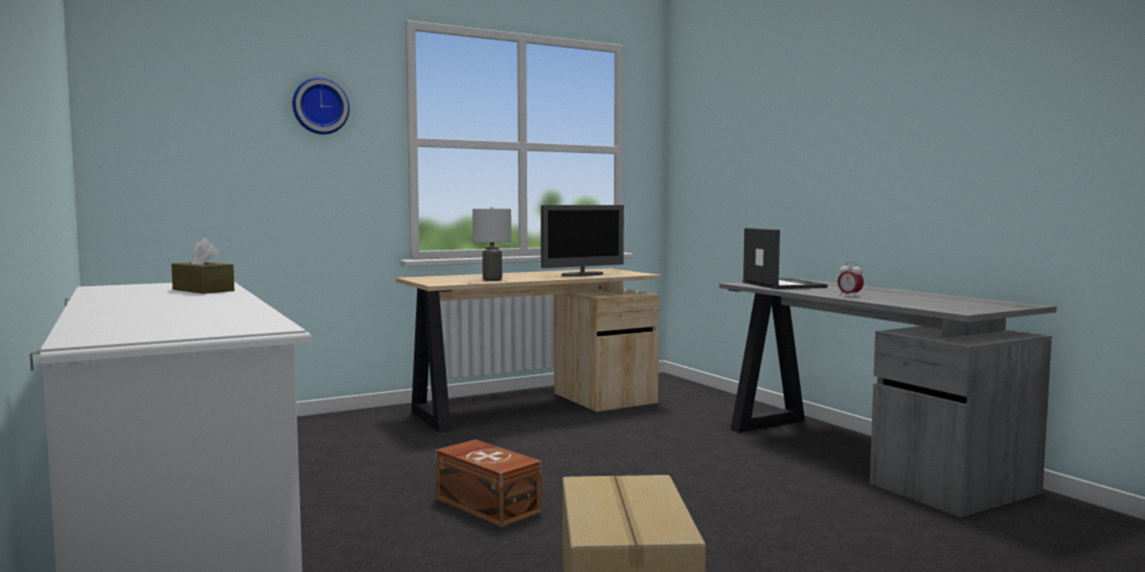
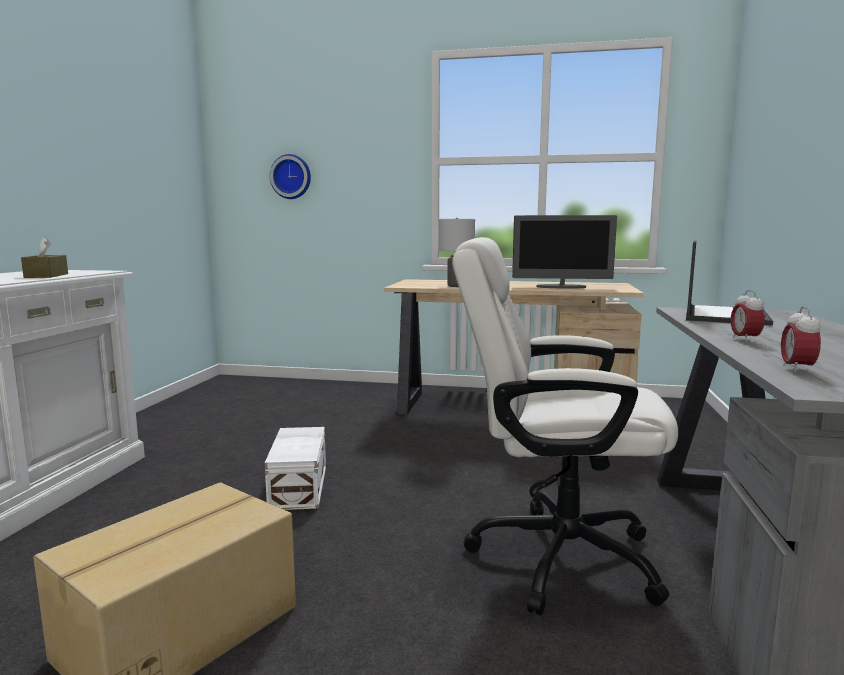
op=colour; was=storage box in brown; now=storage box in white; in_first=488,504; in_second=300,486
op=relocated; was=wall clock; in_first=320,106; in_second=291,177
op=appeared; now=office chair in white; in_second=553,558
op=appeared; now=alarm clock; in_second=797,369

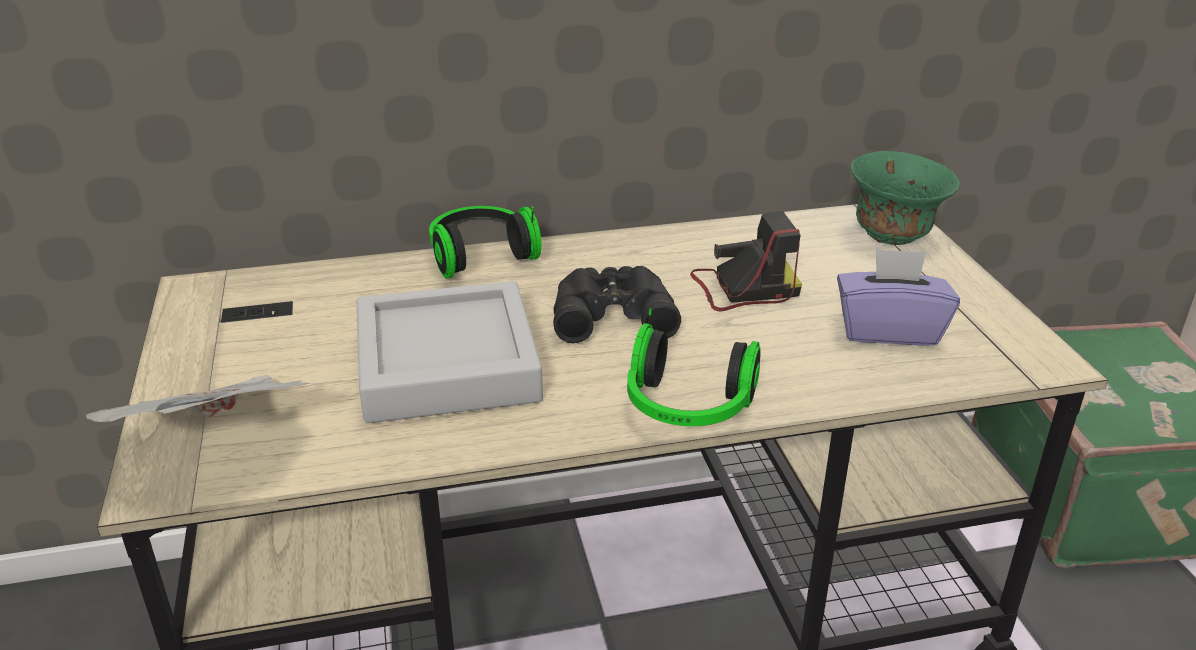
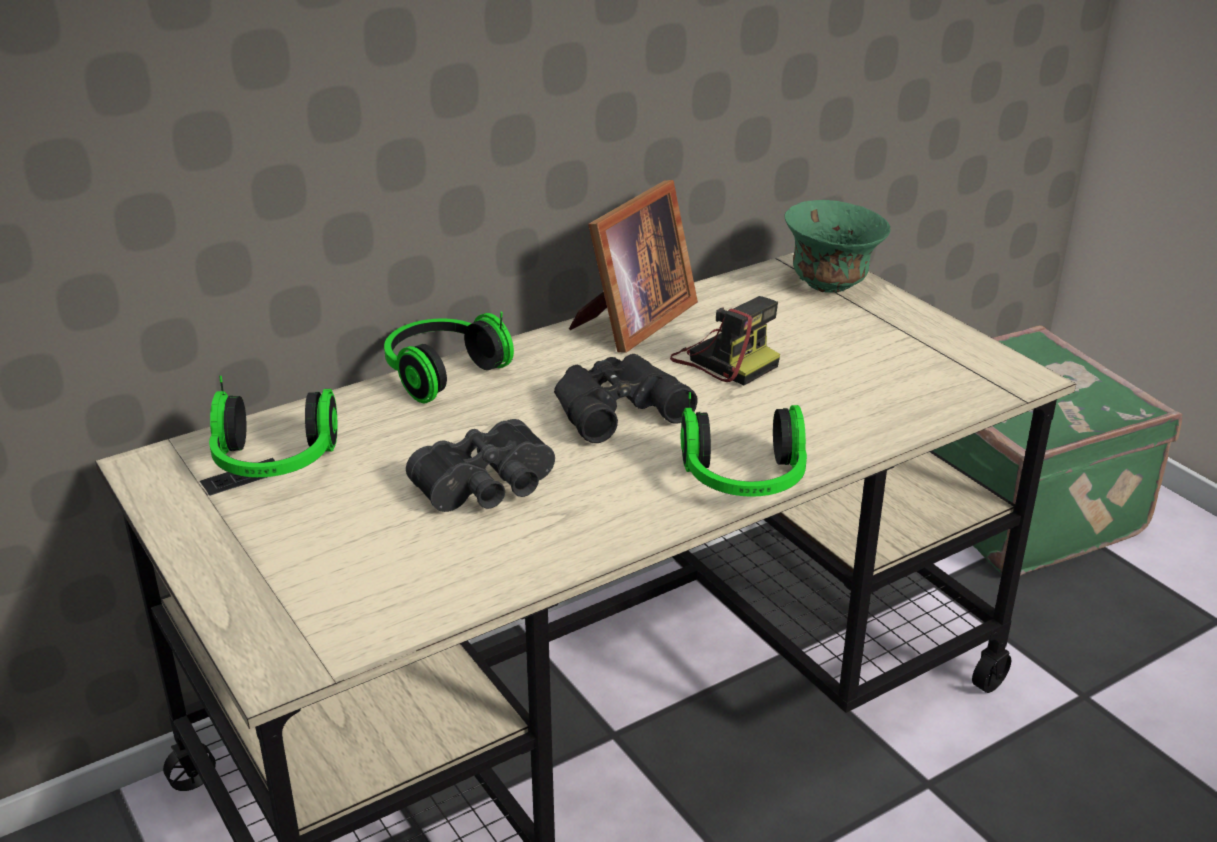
op=appeared; now=headphones; in_second=274,463
op=exchanged; was=tray in grey; now=binoculars in black; in_first=447,364; in_second=488,488
op=appeared; now=picture frame; in_second=632,322
op=spun; was=photo camera; in_first=743,288; in_second=724,359; clockwise=75
op=missing; was=newspaper; in_first=221,441
op=missing; was=tissue box in purple; in_first=888,330

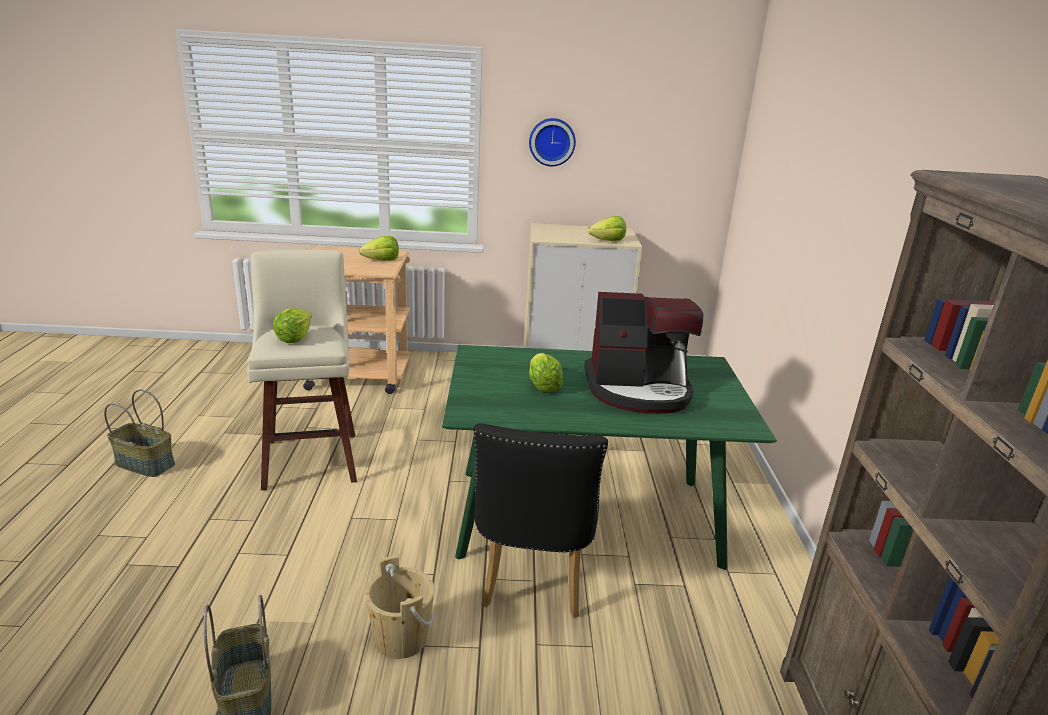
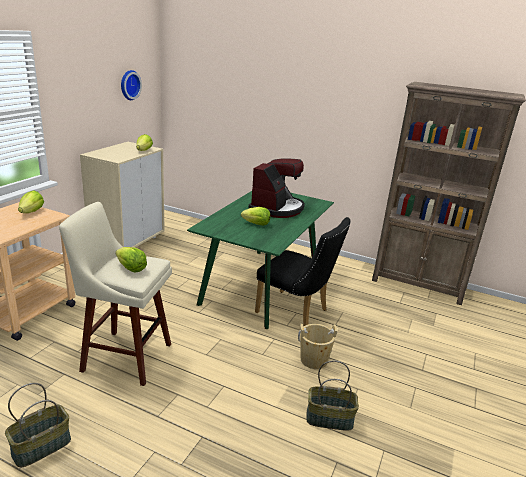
op=relocated; was=wall clock; in_first=552,141; in_second=129,85

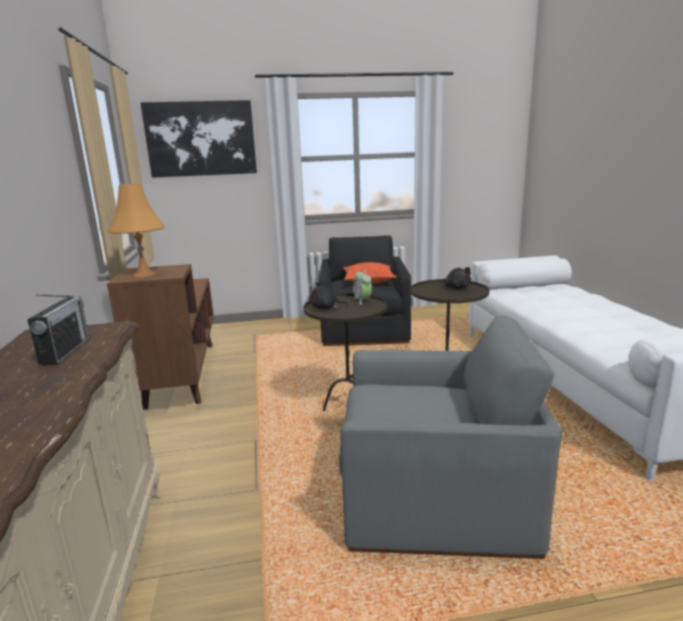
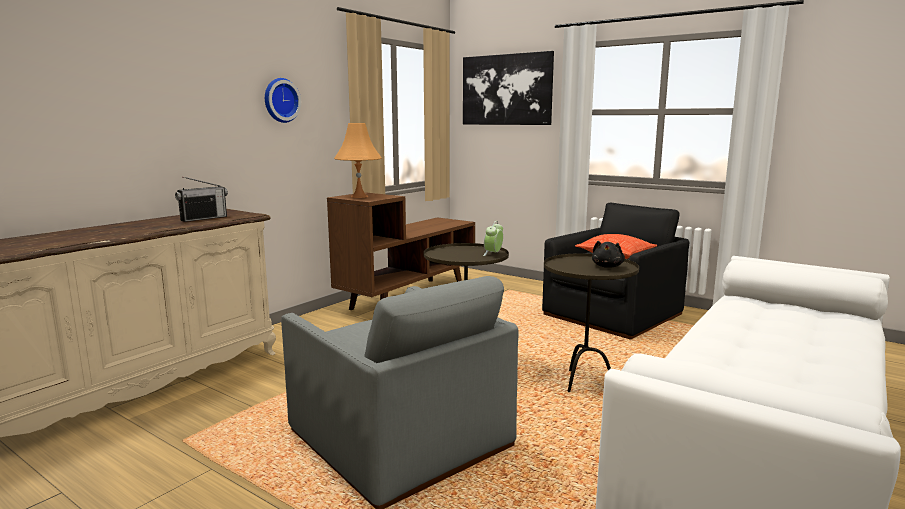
op=appeared; now=wall clock; in_second=280,100
op=missing; was=plush toy in black; in_first=325,308

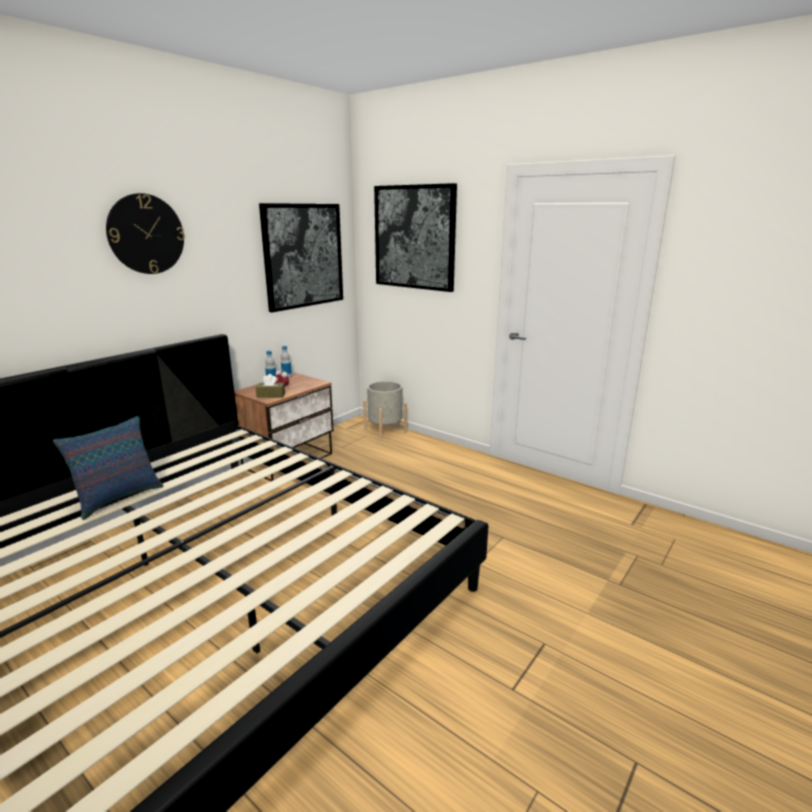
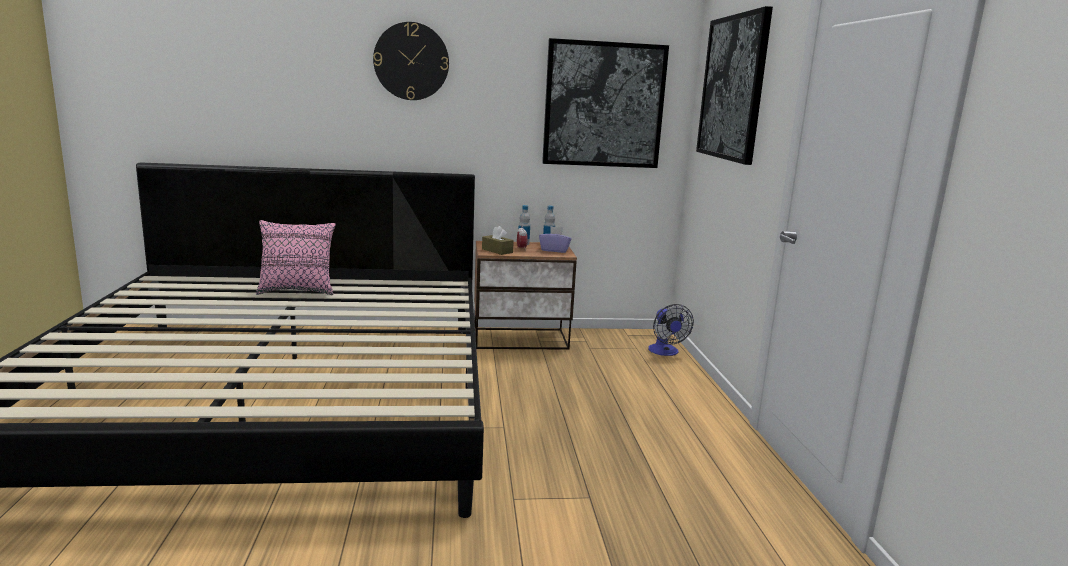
op=colour; was=pillow in blue; now=pillow in pink; in_first=119,498; in_second=297,292
op=appeared; now=tissue box in purple; in_second=554,250
op=exchanged; was=planter in grey; now=fan; in_first=385,431; in_second=665,352

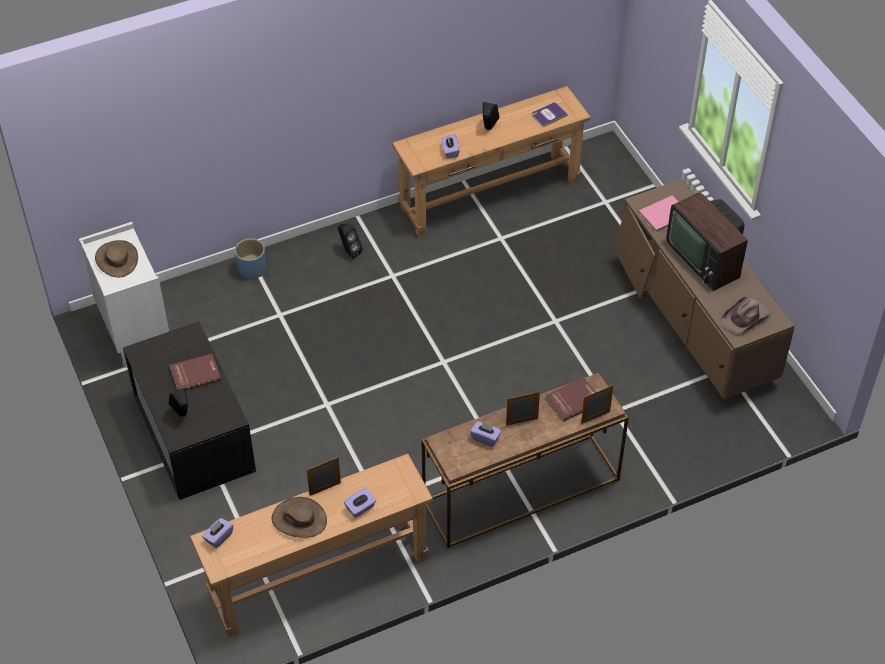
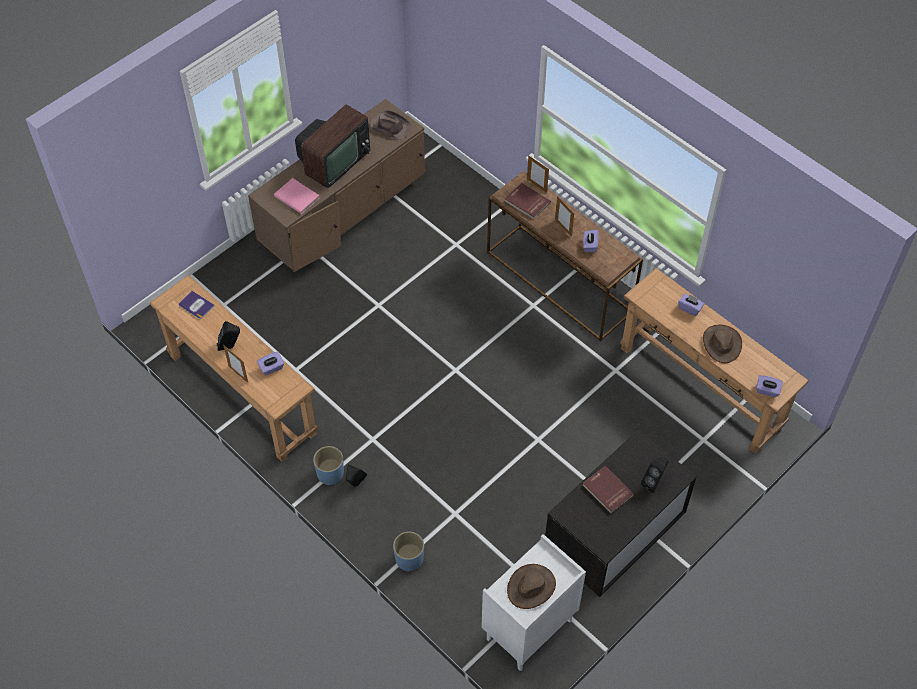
op=relocated; was=picture frame; in_first=325,489; in_second=238,374
op=appeared; now=planter in blue; in_second=330,473

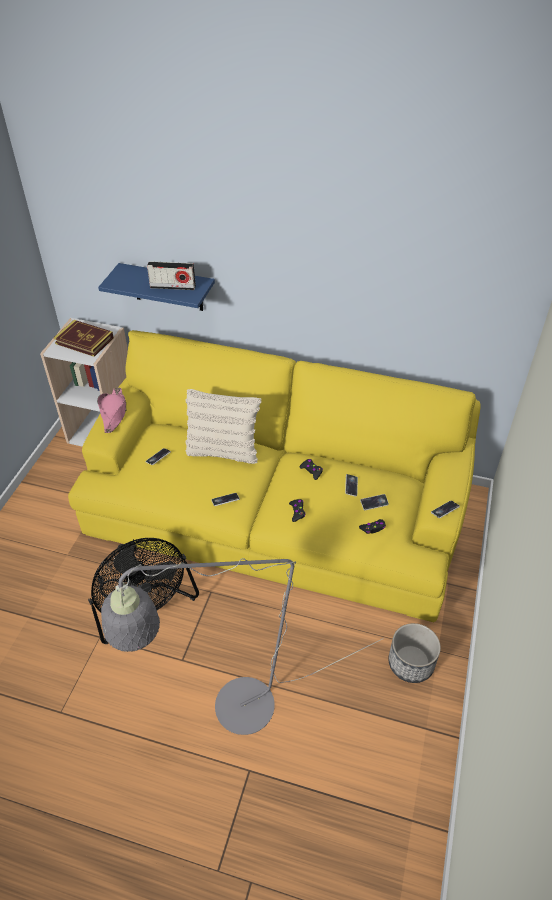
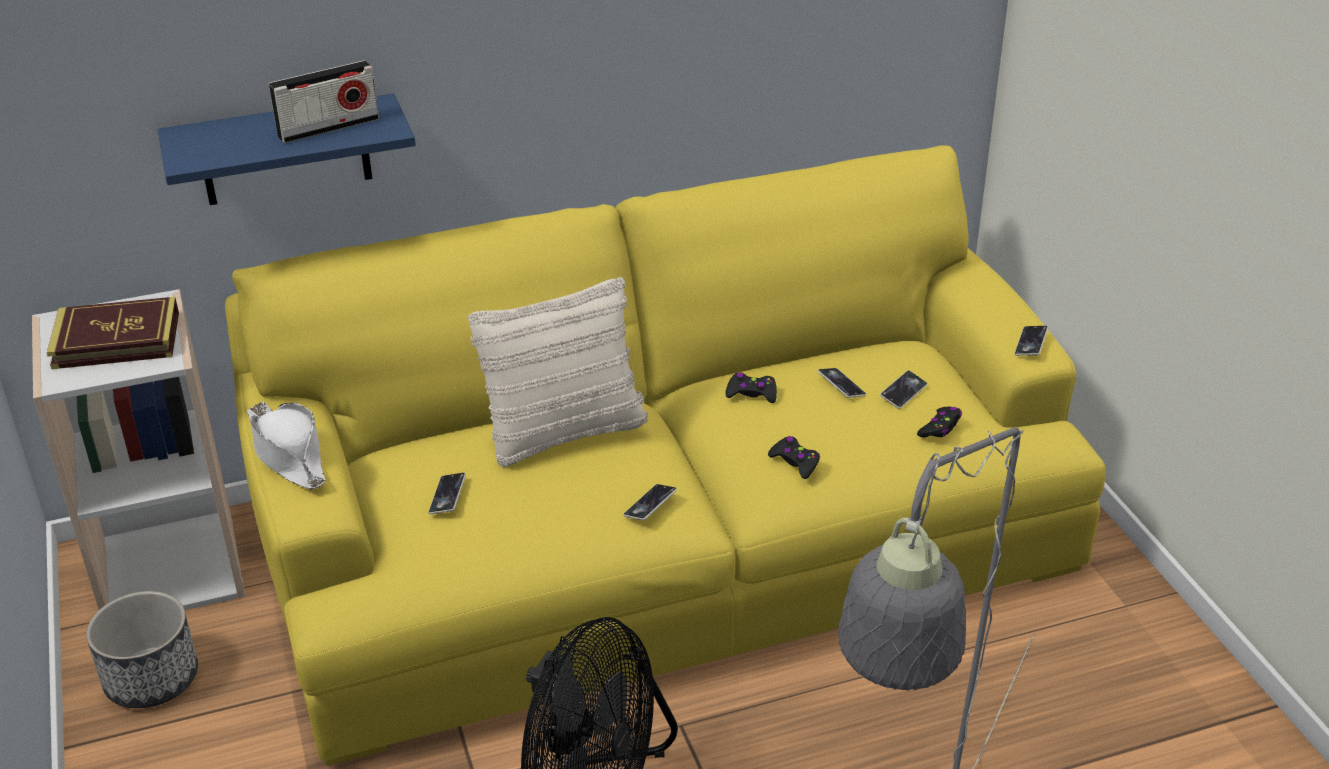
op=relocated; was=planter; in_first=411,663; in_second=152,678
op=colour; was=hat in pink; now=hat in white; in_first=114,413; in_second=288,454

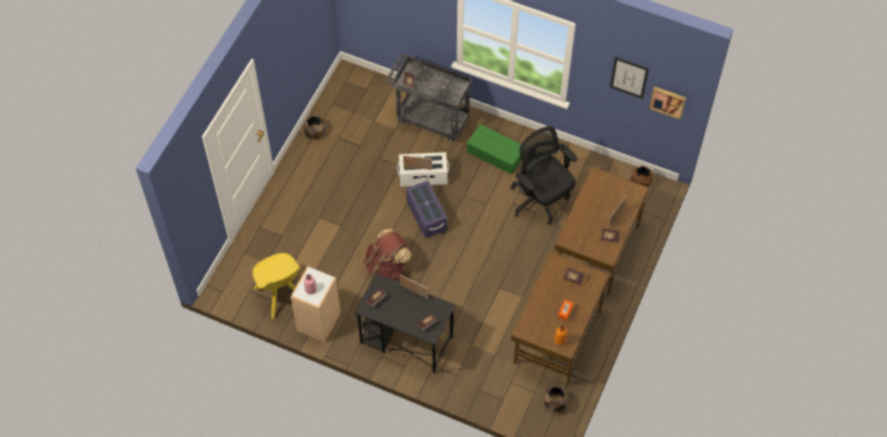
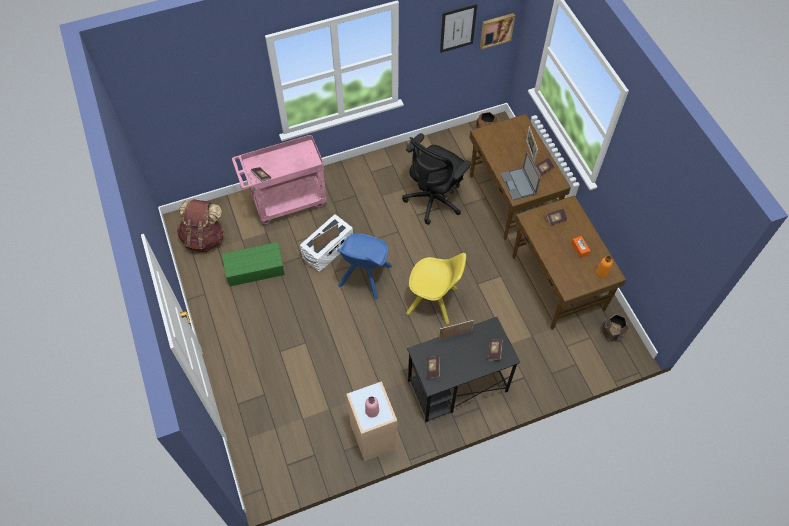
op=relocated; was=backpack in brown; in_first=387,267; in_second=204,238
op=relocated; was=storage box in green; in_first=496,153; in_second=255,268
op=colour; was=cart in grey; now=cart in pink; in_first=429,121; in_second=287,205
op=exchanged; was=storage box in purple; now=chair in blue; in_first=426,216; in_second=364,277
op=spun; was=office chair in black; in_first=542,201; in_second=435,196; clockwise=-60
op=relocated; was=chair in yellow; in_first=281,295; in_second=433,301
op=appeared; now=laptop; in_second=518,184
op=missing; was=planter in brown; in_first=315,133

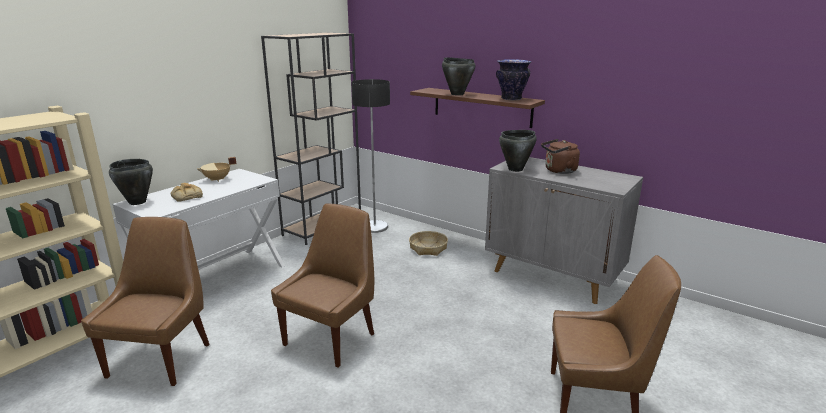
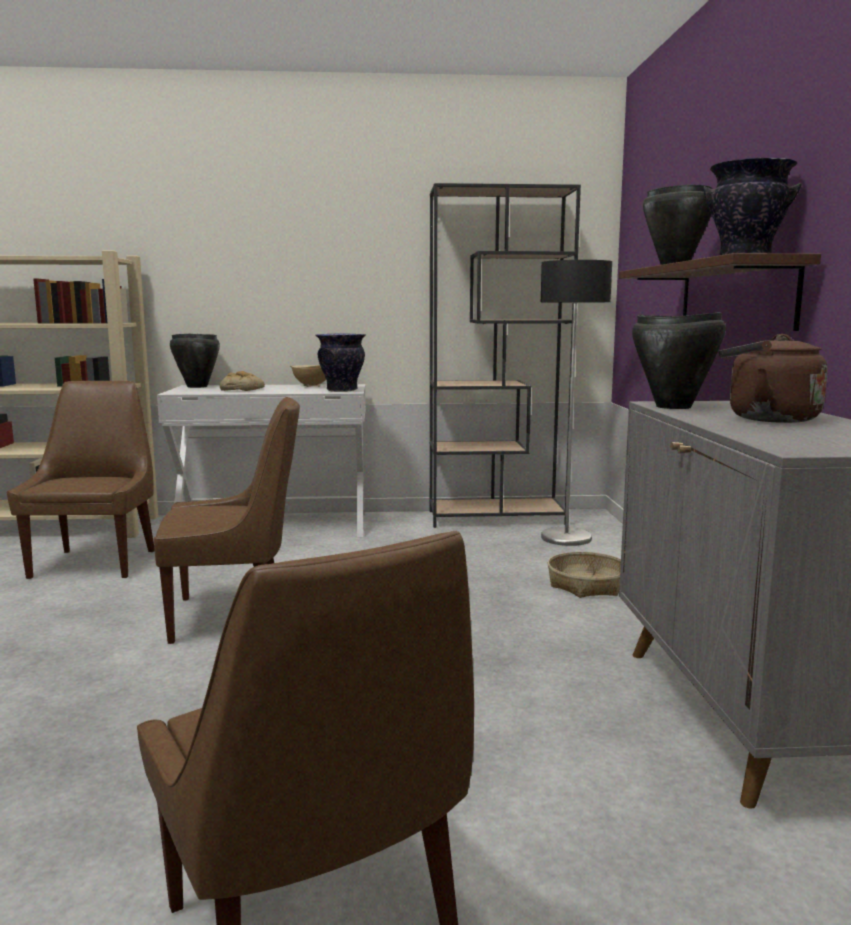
op=spun; was=chair in brown; in_first=162,358; in_second=96,562; clockwise=-60
op=appeared; now=vase; in_second=341,390

